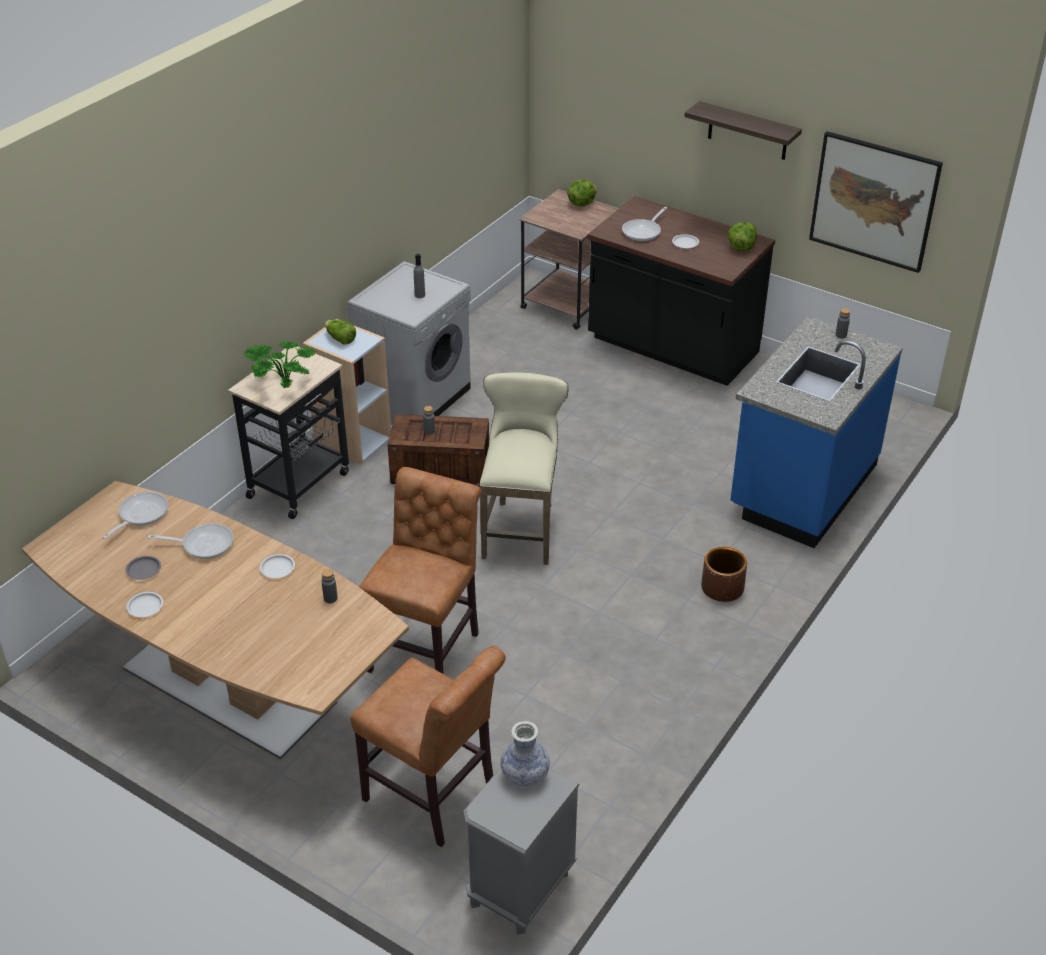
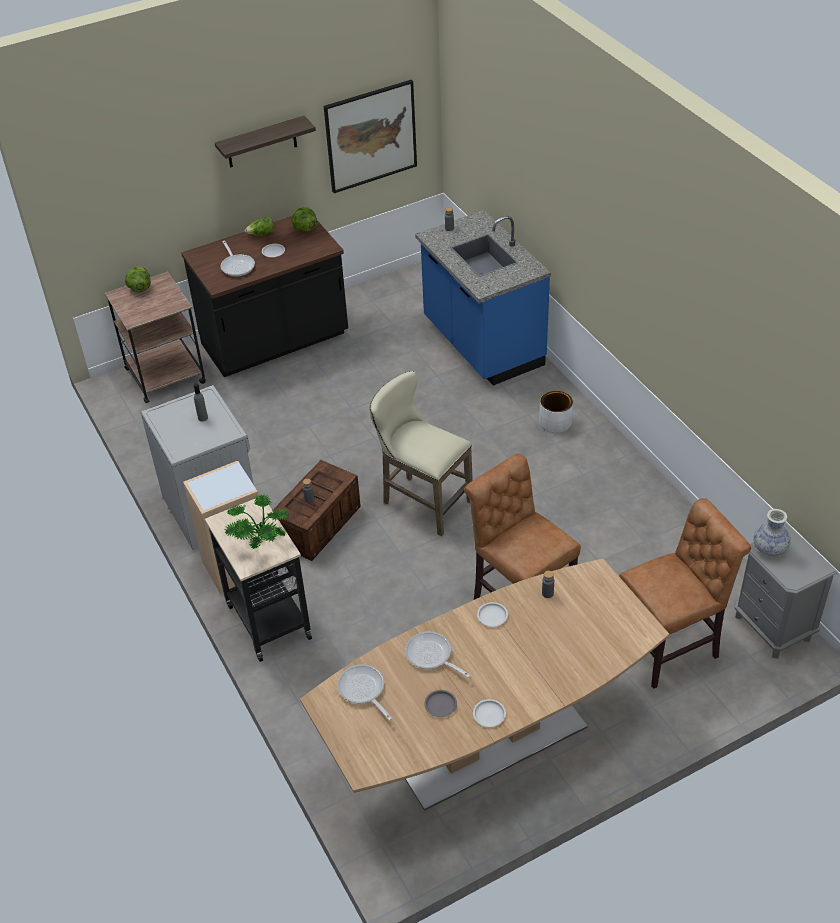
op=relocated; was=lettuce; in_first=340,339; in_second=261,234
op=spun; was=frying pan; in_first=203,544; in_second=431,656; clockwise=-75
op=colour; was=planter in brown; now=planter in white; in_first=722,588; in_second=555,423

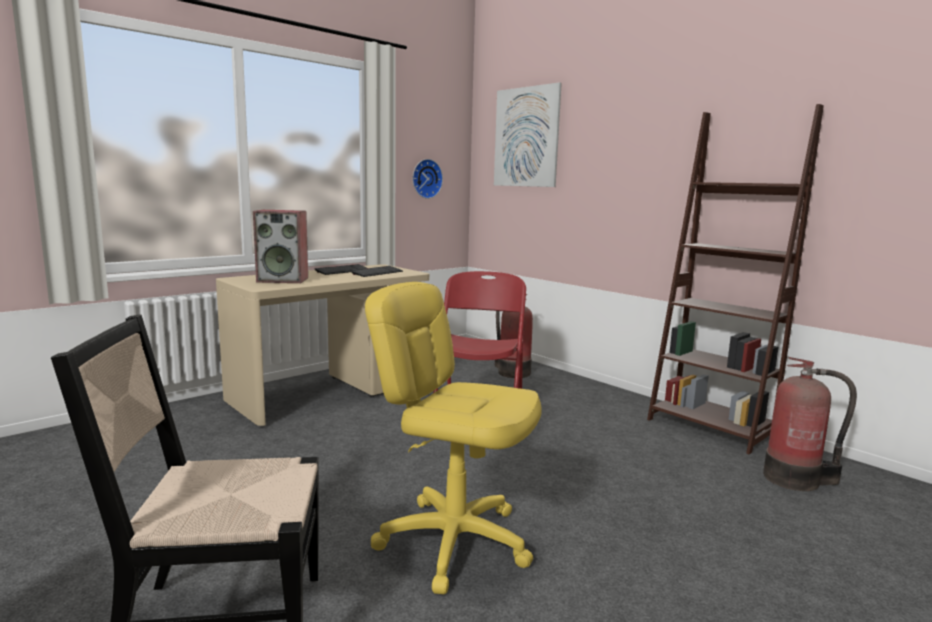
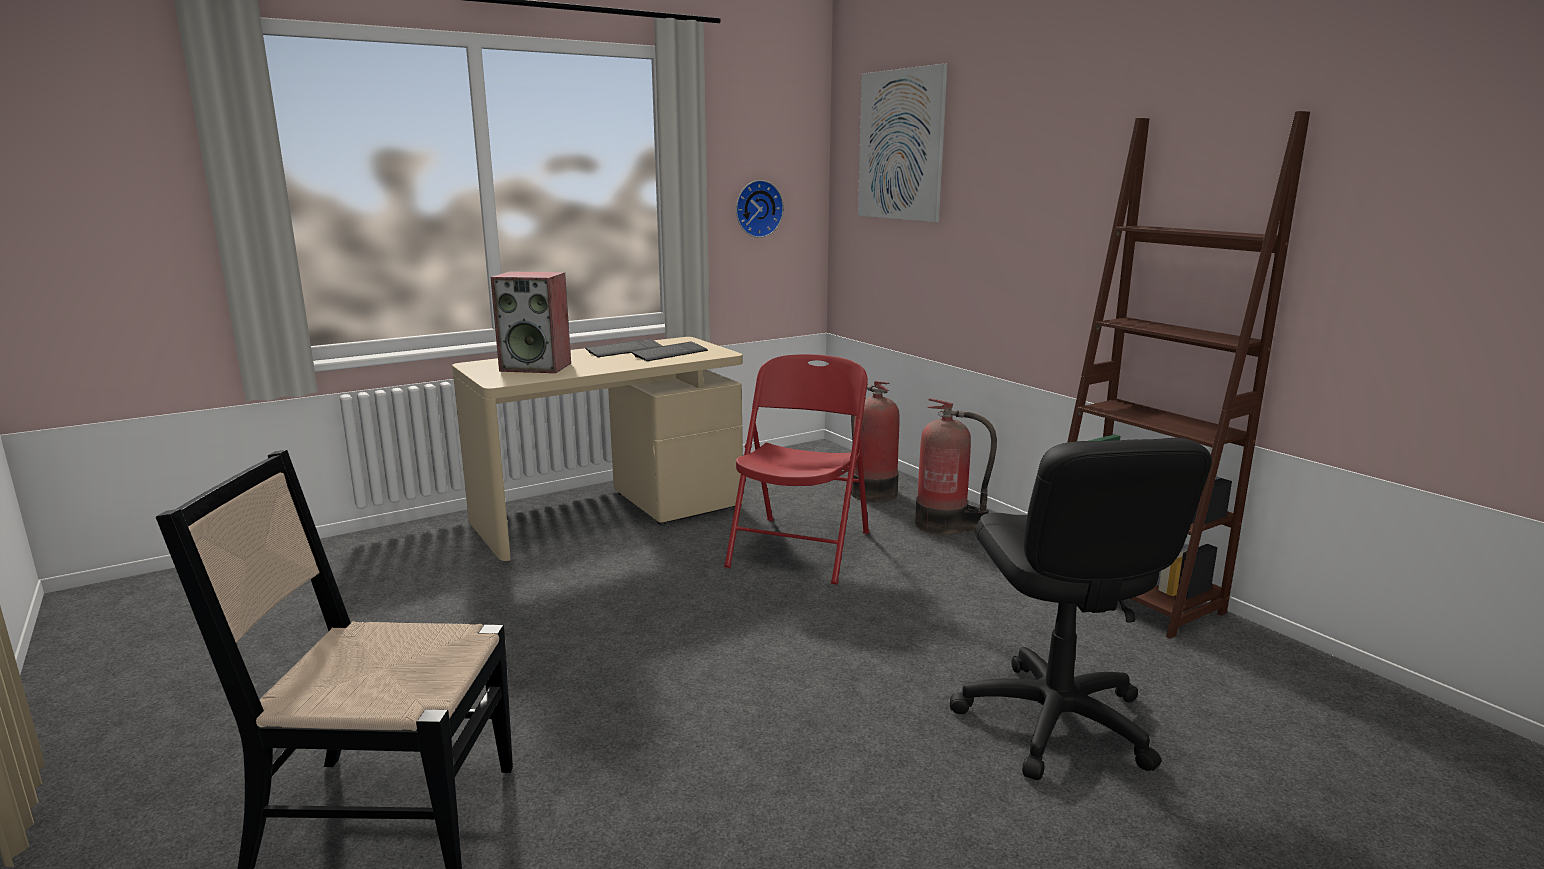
op=relocated; was=fire extinguisher; in_first=795,479; in_second=945,525
op=appeared; now=office chair in black; in_second=1054,722
op=missing; was=office chair in yellow; in_first=454,541

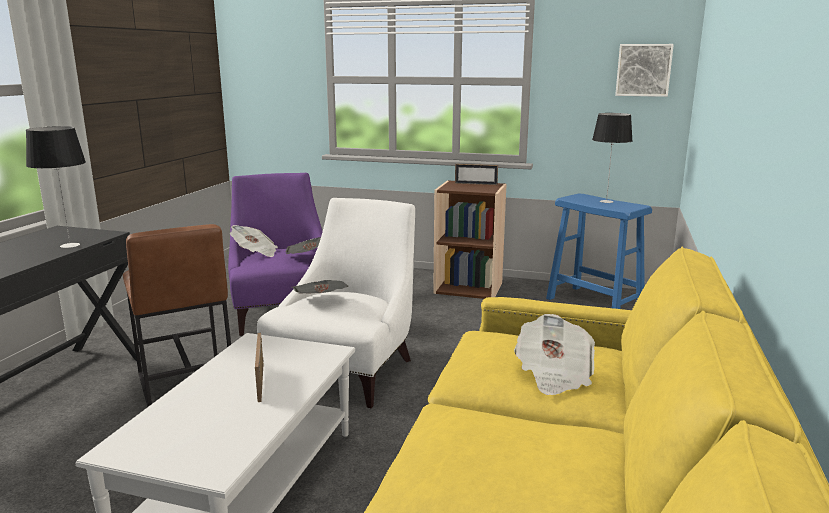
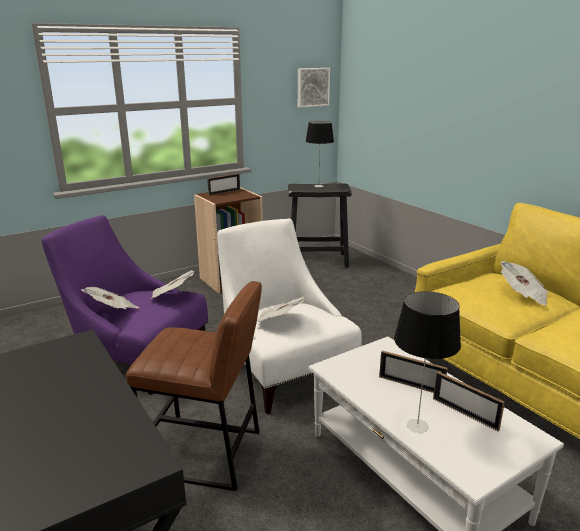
op=colour; was=stool in blue; now=stool in black; in_first=594,303; in_second=318,260
op=relocated; was=table lamp; in_first=70,245; in_second=416,426
op=appeared; now=picture frame; in_second=464,413

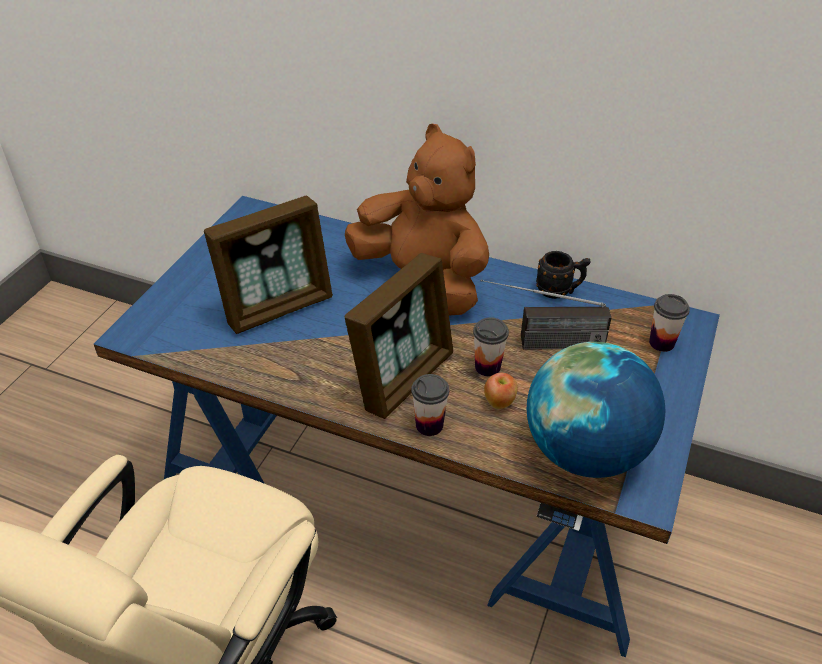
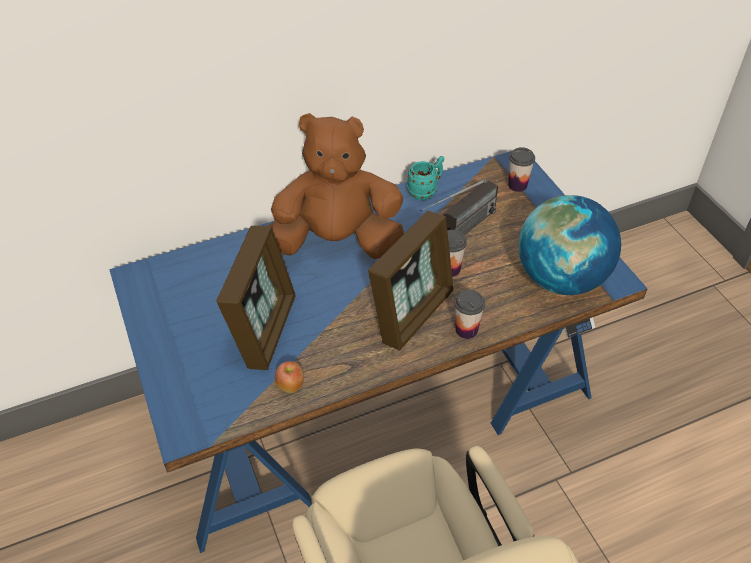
op=relocated; was=apple; in_first=499,402; in_second=291,385
op=spun; was=picture frame; in_first=403,377; in_second=413,313; clockwise=45
op=colour; was=mug in black; now=mug in turquoise; in_first=559,291; in_second=426,191

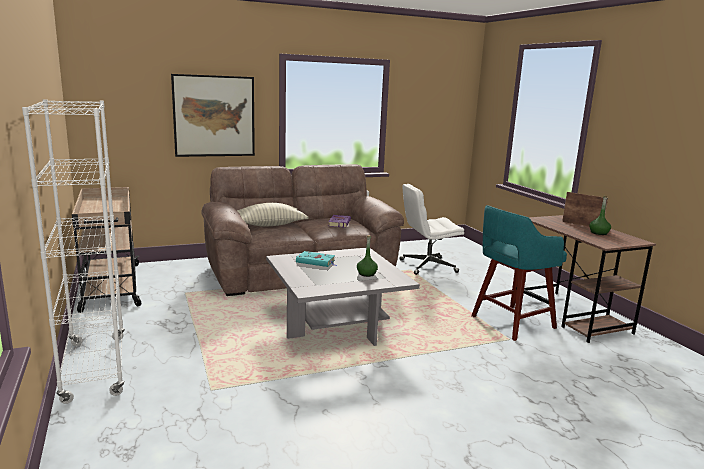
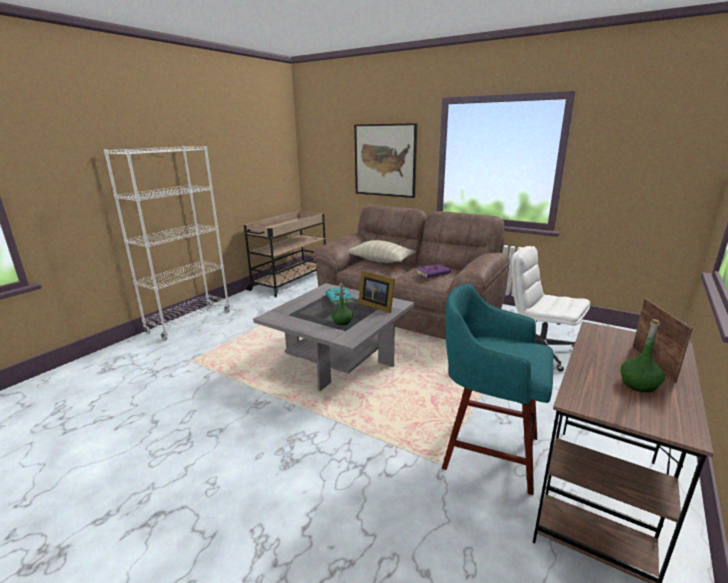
op=appeared; now=picture frame; in_second=376,306

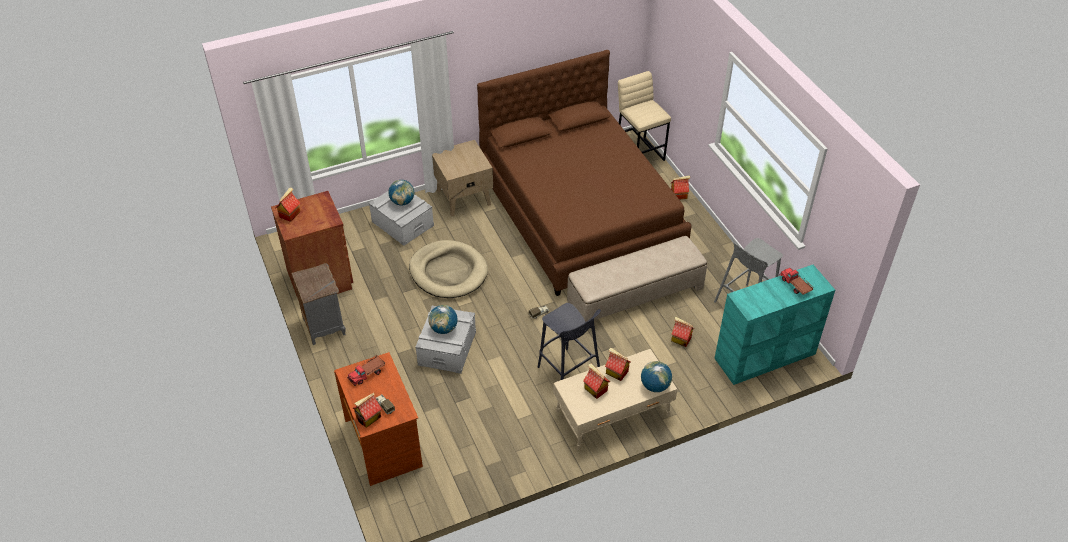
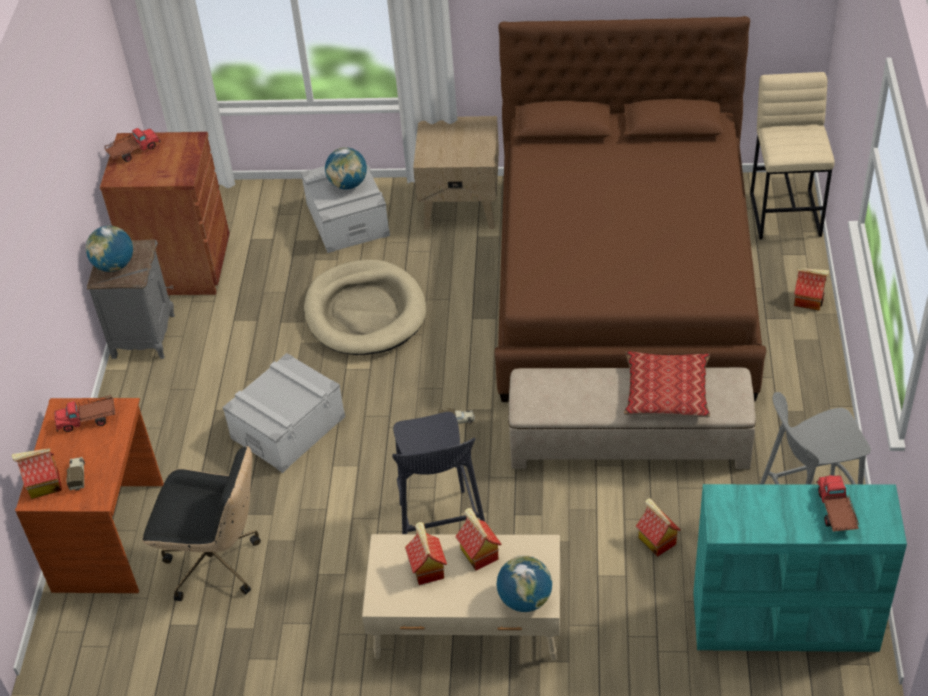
op=relocated; was=globe; in_first=443,329; in_second=114,265
op=exchanged; was=toy house; now=toy truck; in_first=289,214; in_second=133,151
op=appeared; now=office chair in black; in_second=217,566
op=appeared; now=pillow; in_second=666,392

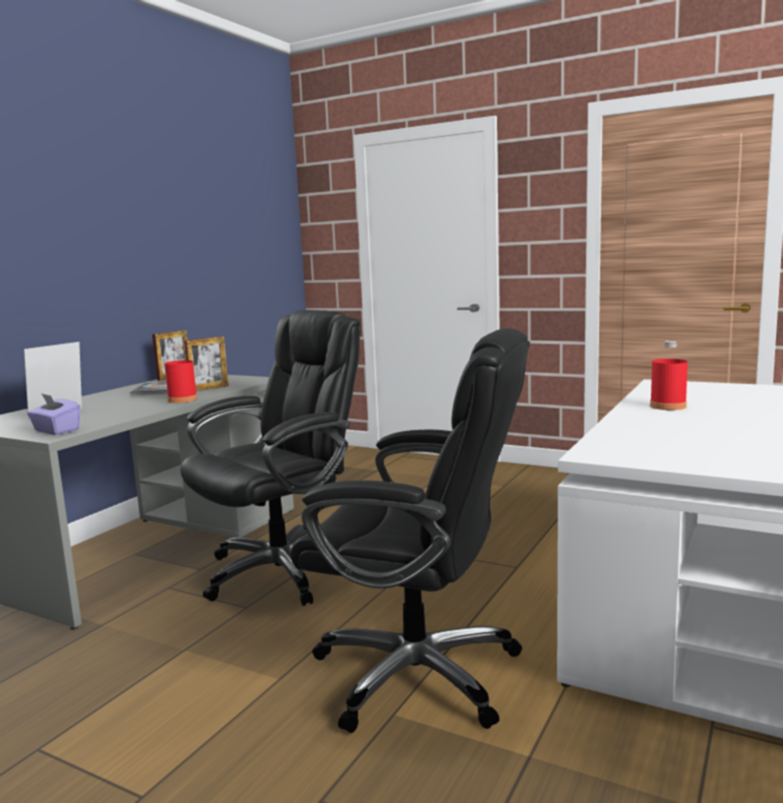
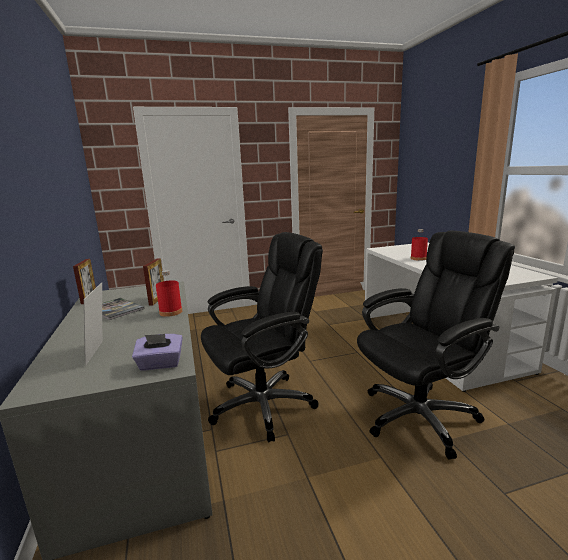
op=spun; was=office chair in black; in_first=281,571; in_second=263,405; clockwise=60

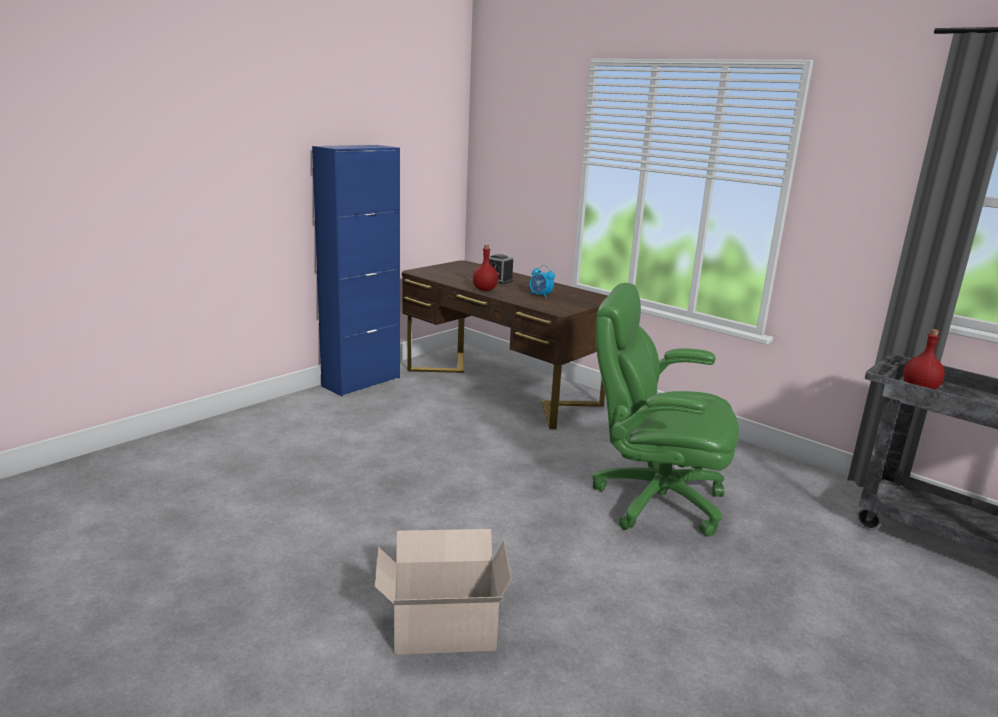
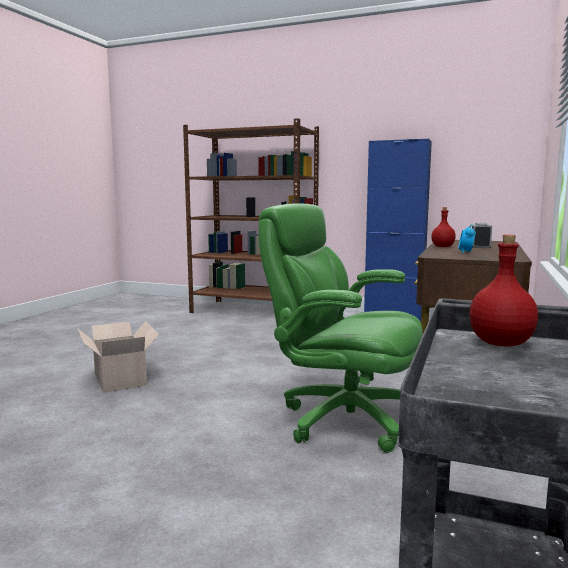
op=appeared; now=bookcase in brown; in_second=254,311
op=spun; was=office chair in green; in_first=652,499; in_second=343,419; clockwise=-60

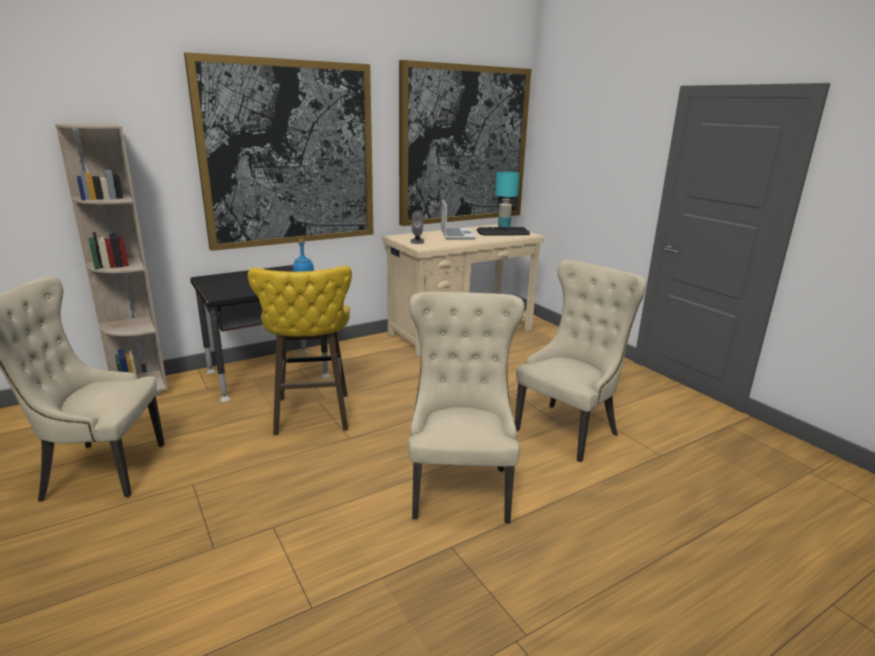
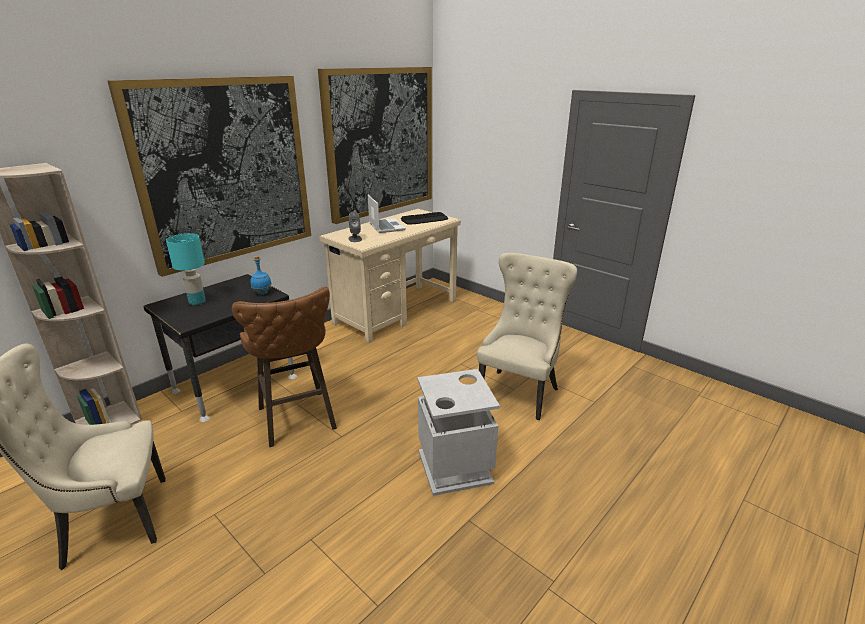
op=relocated; was=table lamp in turquoise; in_first=504,226; in_second=197,301
op=colour; was=stool in yellow; now=stool in brown; in_first=312,416; in_second=297,420
op=exchanged; was=chair in beige; now=trash can in grey; in_first=459,490; in_second=455,466

